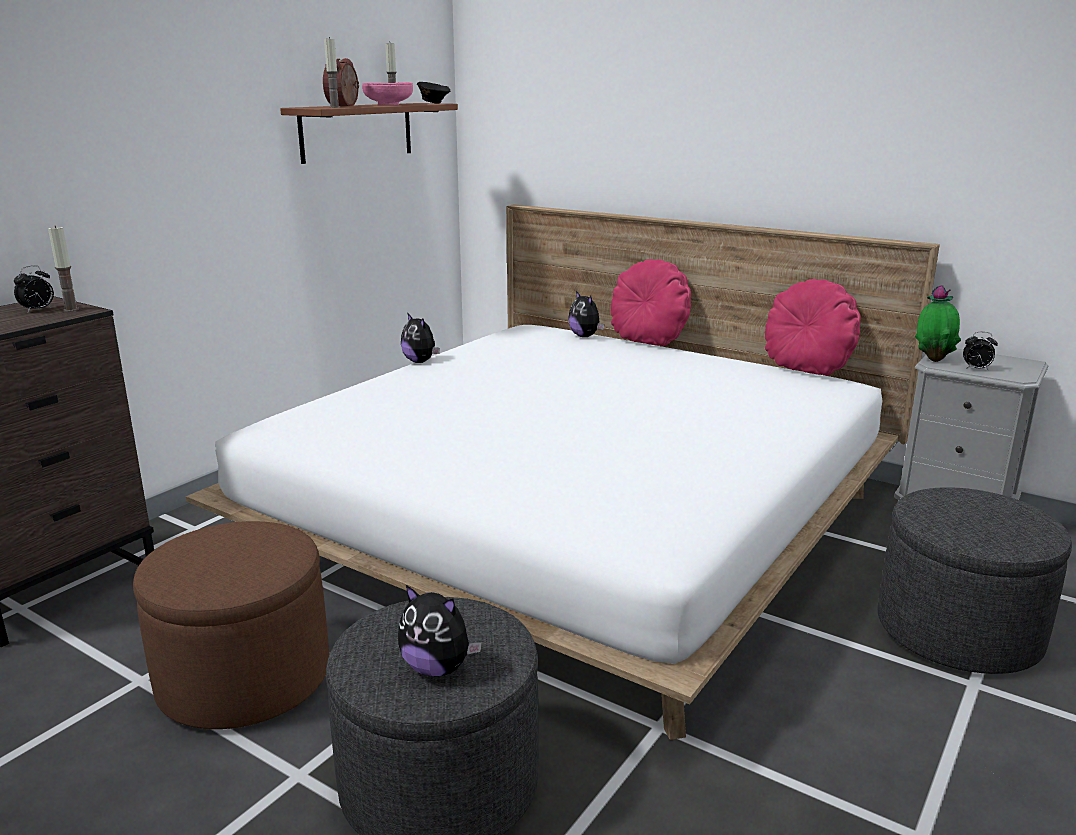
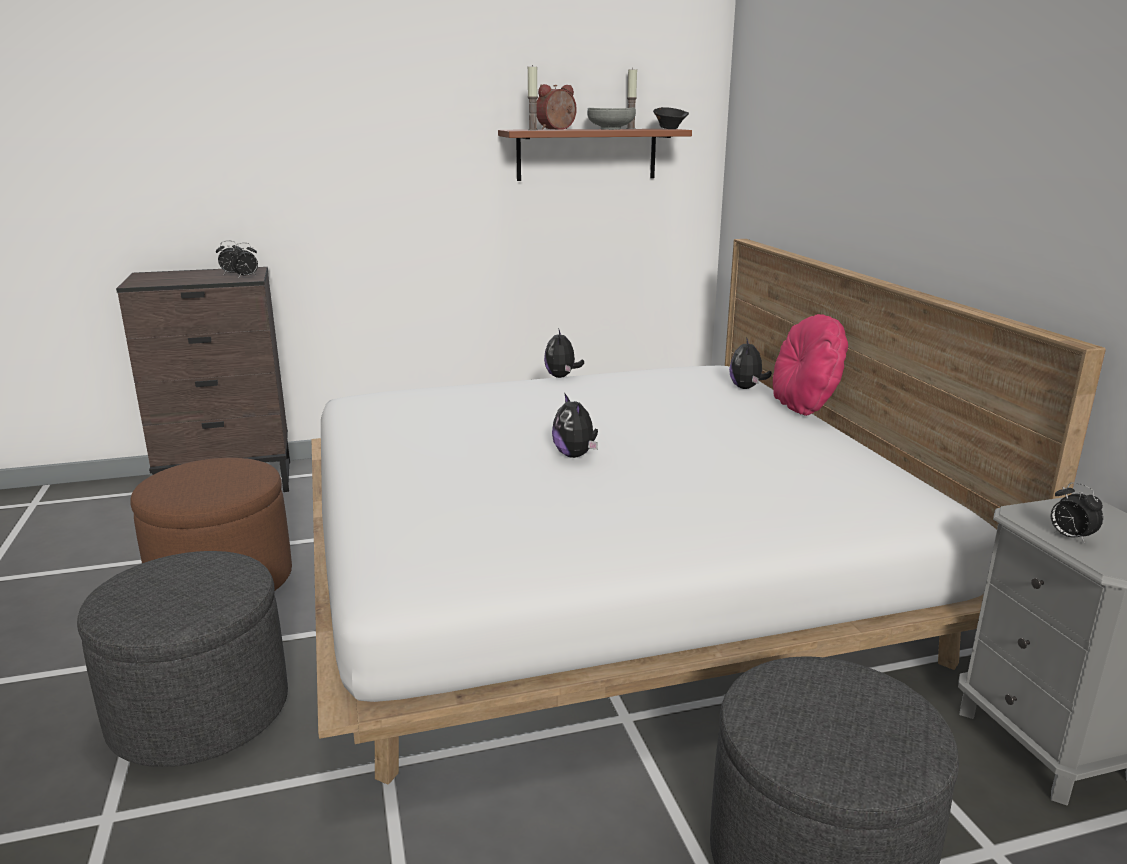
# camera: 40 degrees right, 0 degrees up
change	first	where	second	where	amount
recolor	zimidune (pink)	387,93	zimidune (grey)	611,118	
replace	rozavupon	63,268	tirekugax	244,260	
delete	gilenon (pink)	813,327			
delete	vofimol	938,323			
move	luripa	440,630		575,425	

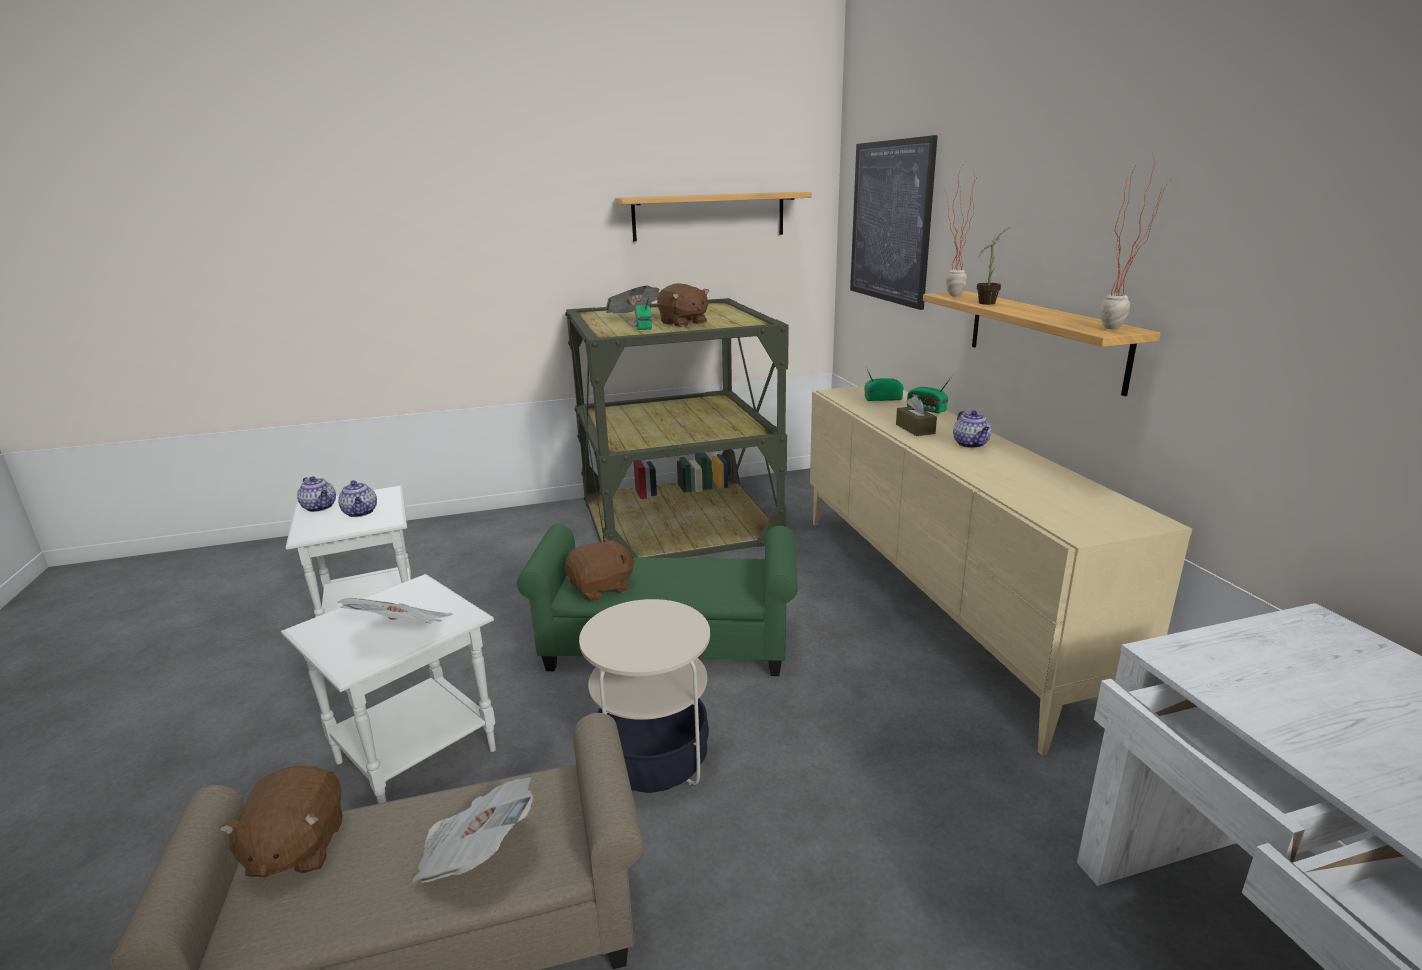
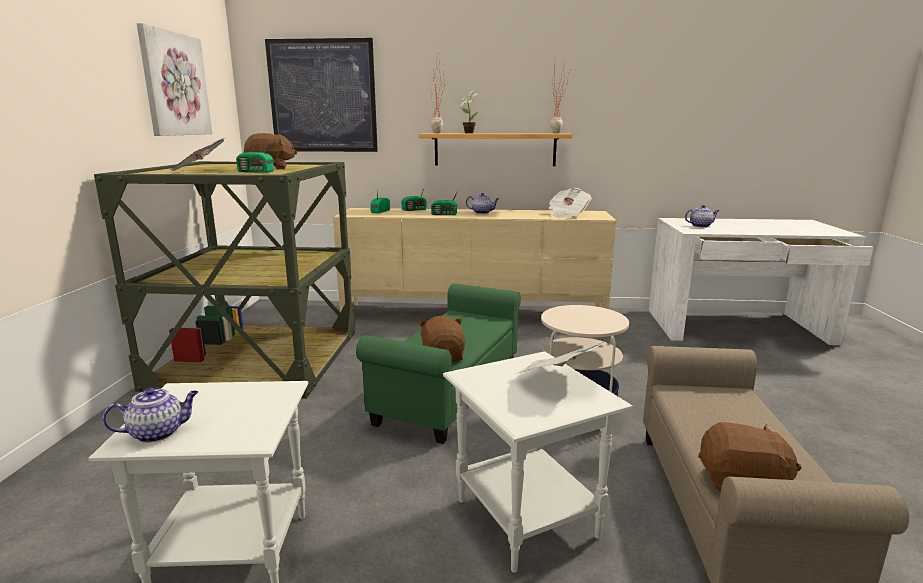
# camera: 70 degrees left, 5 degrees down
change	first	where	second	where	amount
replace	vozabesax	713,217	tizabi	174,79	
replace	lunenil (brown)	916,416	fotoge	445,202	
move	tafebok	357,498		702,216	
move	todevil	472,830		570,203	

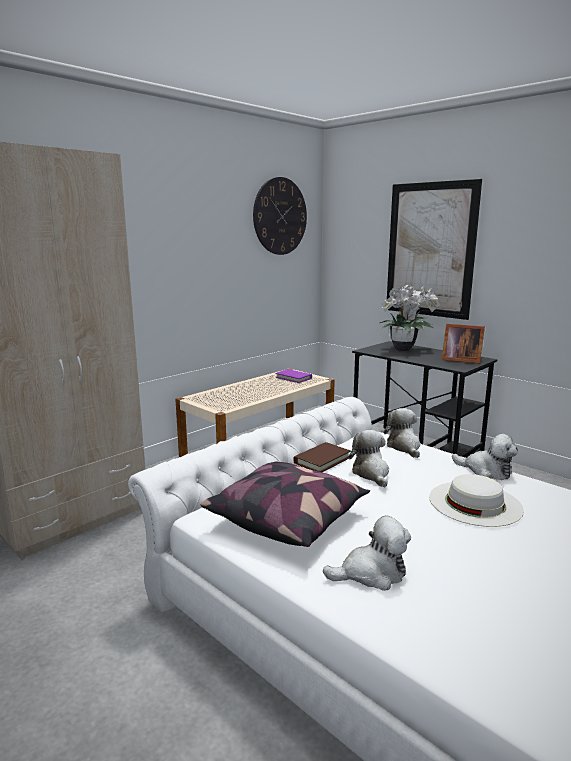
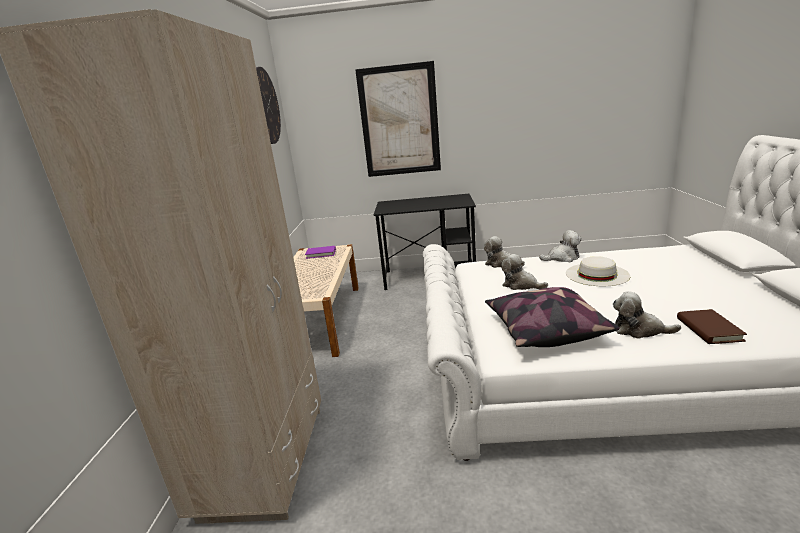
# camera: 40 degrees left, 5 degrees up
change	first	where	second	where	amount
delete	vofimol	410,317			
delete	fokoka	463,344			
move	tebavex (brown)	322,457		712,326	
rotate	luripa	367,553		647,315	105 degrees counterclockwise

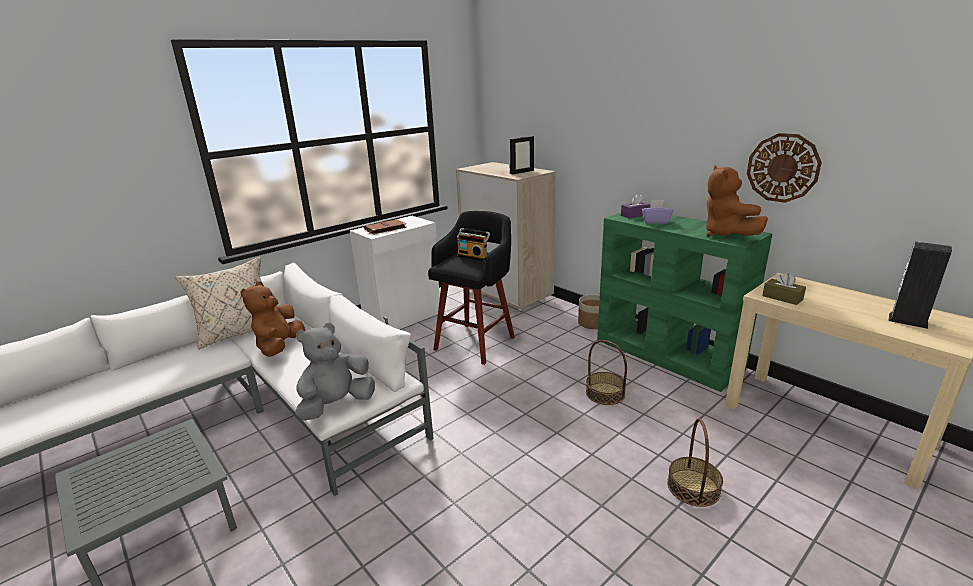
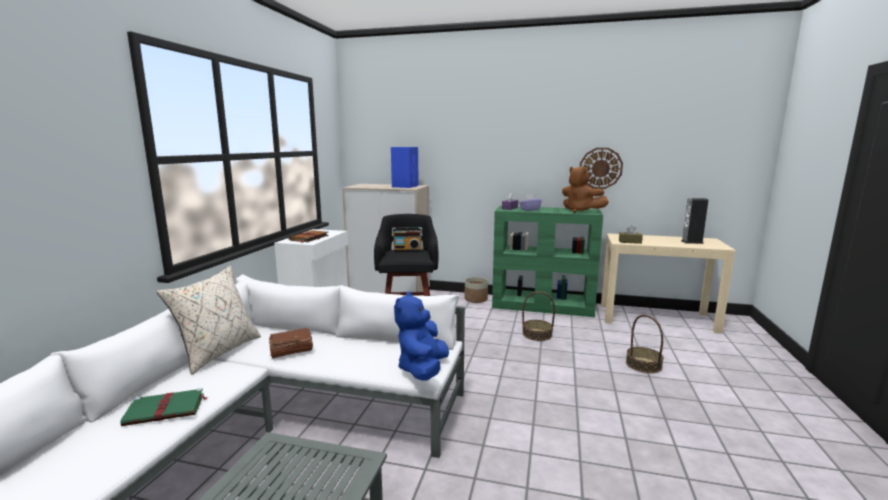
# camera: 35 degrees left, 10 degrees down
change	first	where	second	where	amount
replace	fokoka	522,155	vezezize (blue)	405,167	
replace	luripa (brown)	272,319	tebavex (brown)	291,343	
recolor	luripa (grey)	335,372	luripa (blue)	421,336	
insert			tebavex (green)	164,407	

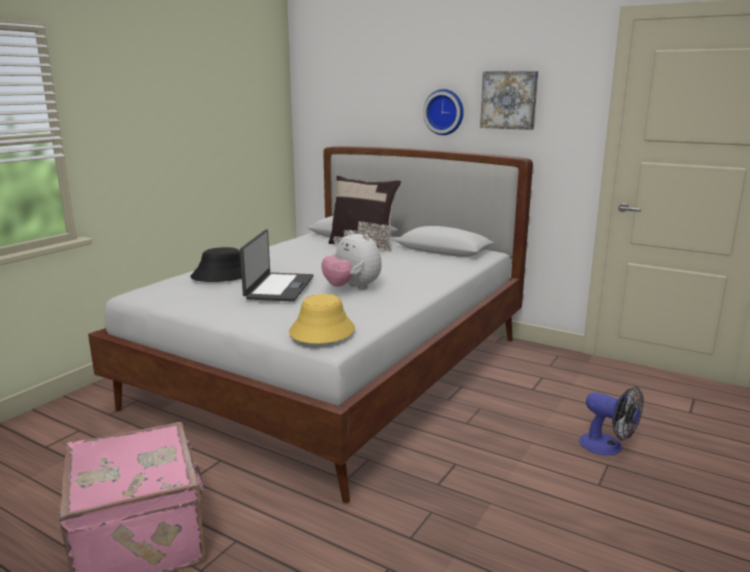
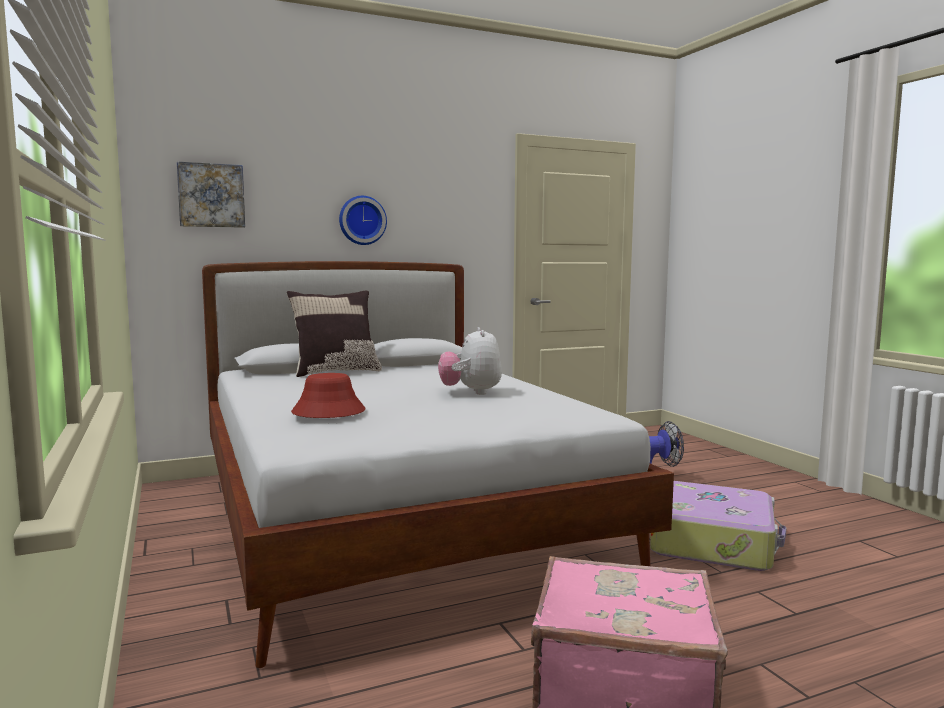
# camera: 55 degrees left, 10 degrees down
change	first	where	second	where	amount
move	tizabi	509,100		211,194	
delete	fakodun	276,265			
rotate	luripa	351,260		470,361	90 degrees clockwise
recolor	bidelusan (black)	216,264	bidelusan (red)	328,395	
delete	bidelusan (yellow)	322,319			
insert			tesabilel	718,526	

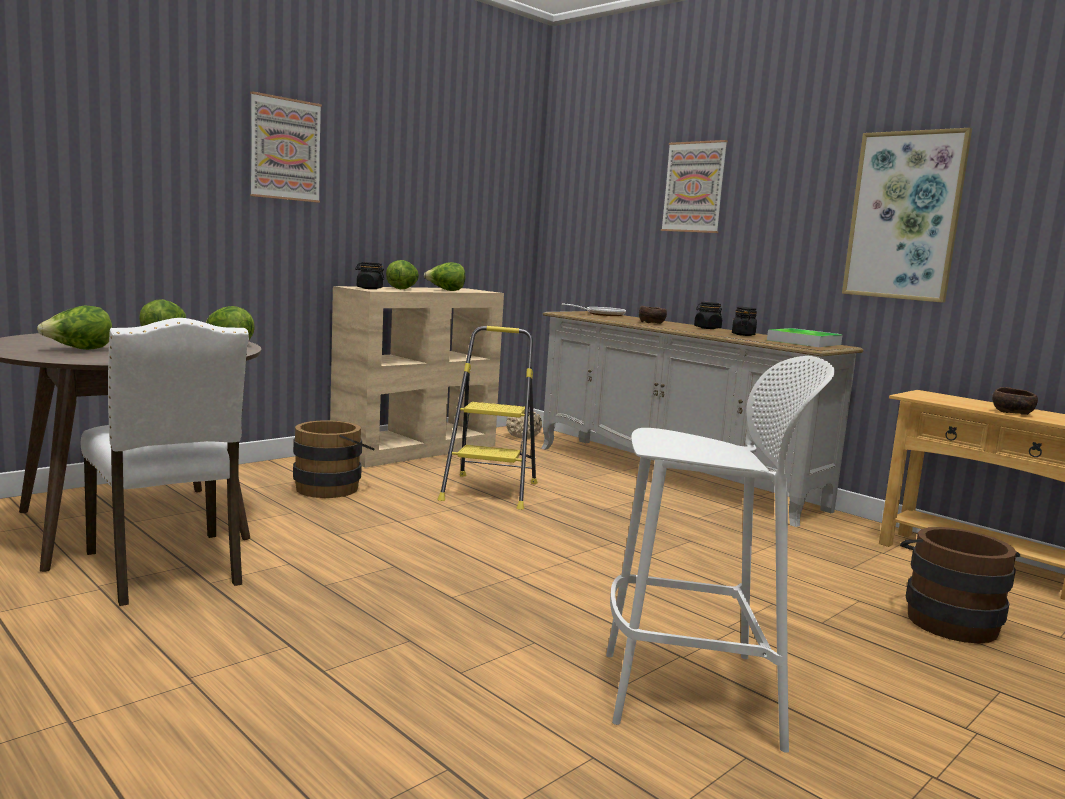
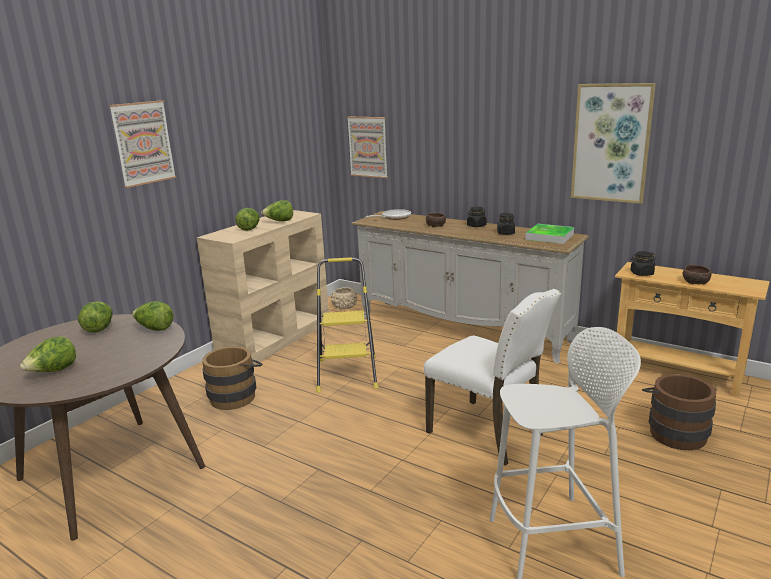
# camera: 10 degrees left, 10 degrees up
change	first	where	second	where	amount
move	tizabi	694,186		367,147	
move	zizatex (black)	370,275		642,263	
move	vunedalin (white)	165,462		492,377	

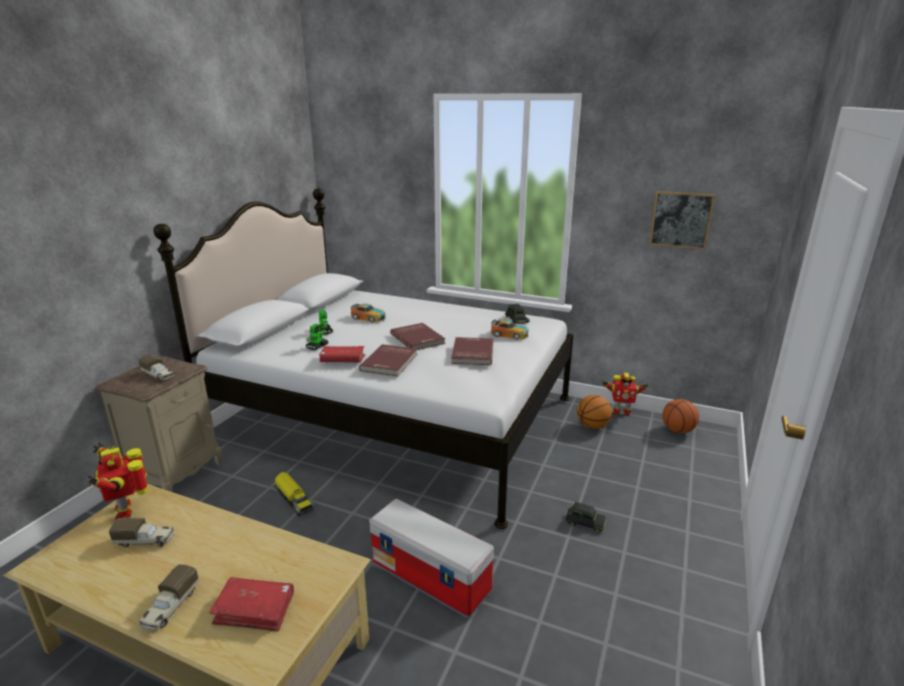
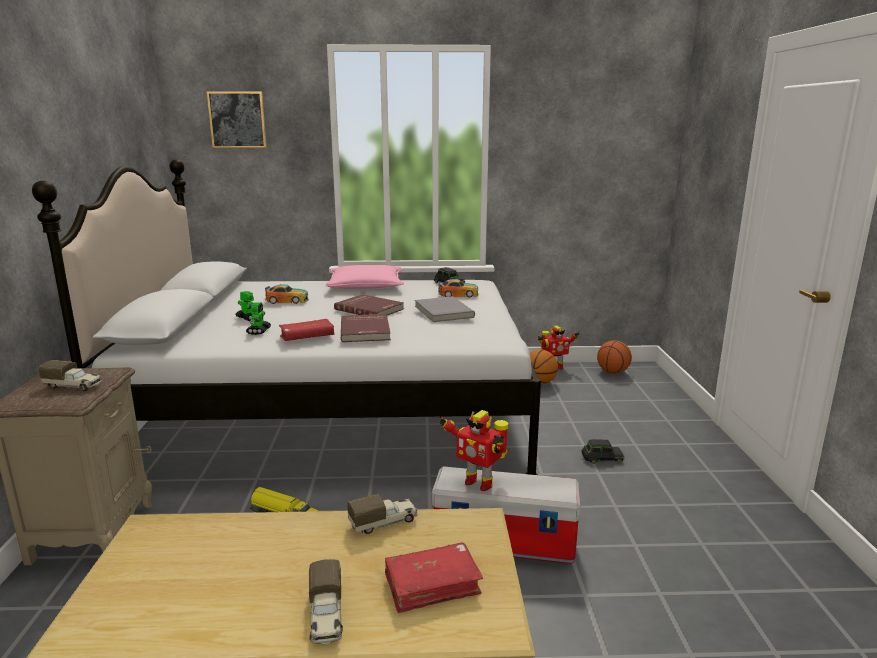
# camera: 25 degrees left, 5 degrees down
change	first	where	second	where	amount
move	tizabi	682,220		237,119	
recolor	tebavex (red)	472,351	tebavex (grey)	445,309	
move	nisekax	118,481		473,450	
move	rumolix	141,532		382,514	
insert			gilenon (pink)	364,277	

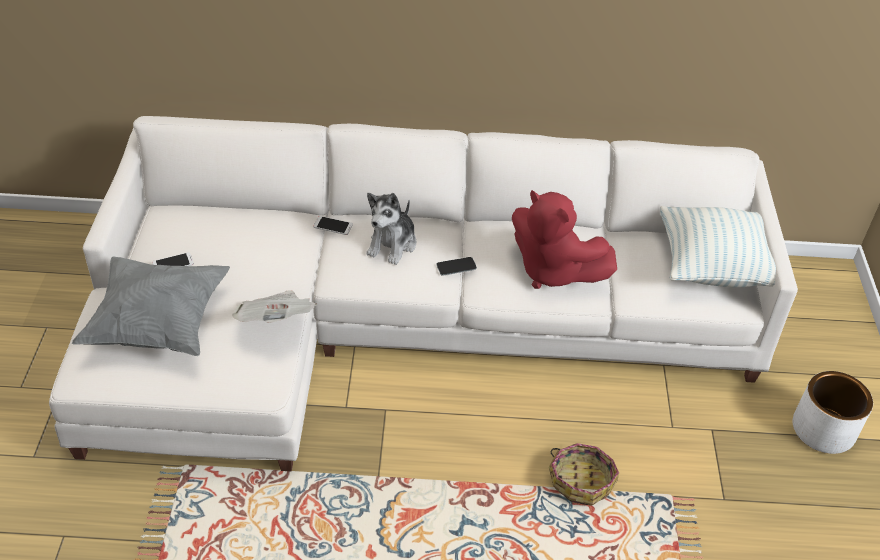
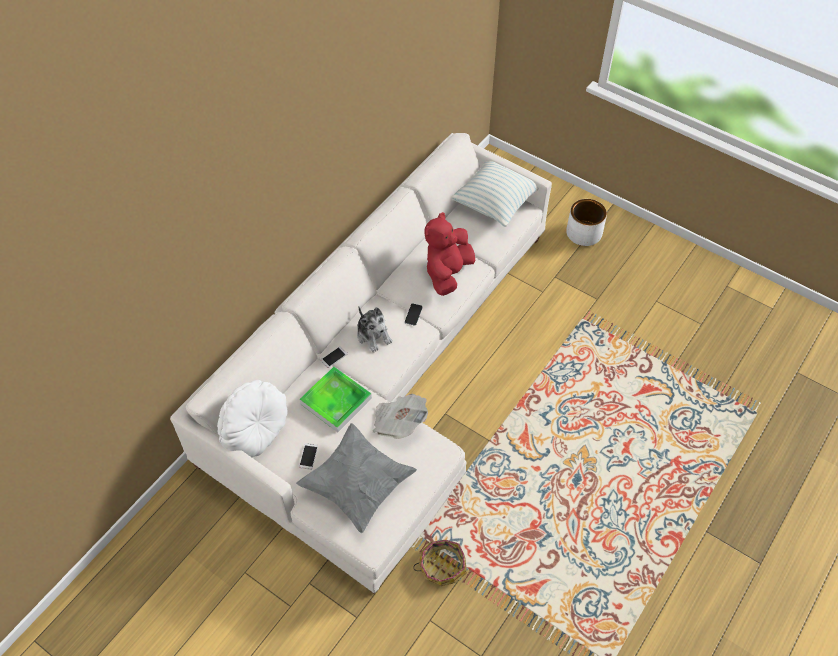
# camera: 55 degrees left, 10 degrees up
change	first	where	second	where	amount
rotate	luripa (red)	564,239		449,254	135 degrees clockwise
move	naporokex	584,474		440,563	
insert			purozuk	336,399	
insert			gilenon (white)	252,418	

